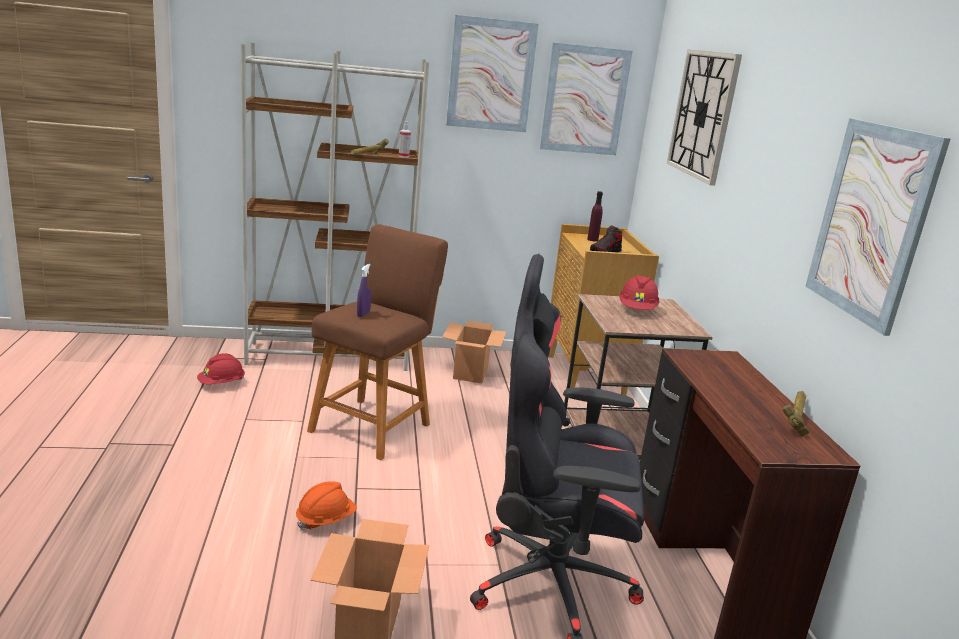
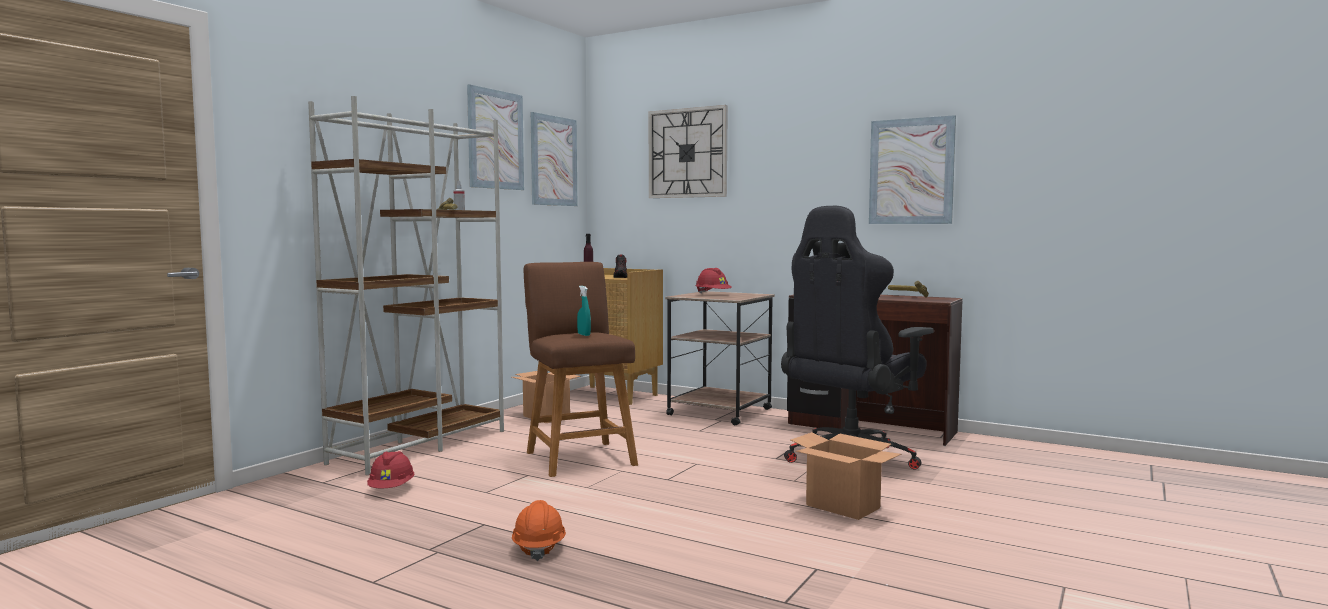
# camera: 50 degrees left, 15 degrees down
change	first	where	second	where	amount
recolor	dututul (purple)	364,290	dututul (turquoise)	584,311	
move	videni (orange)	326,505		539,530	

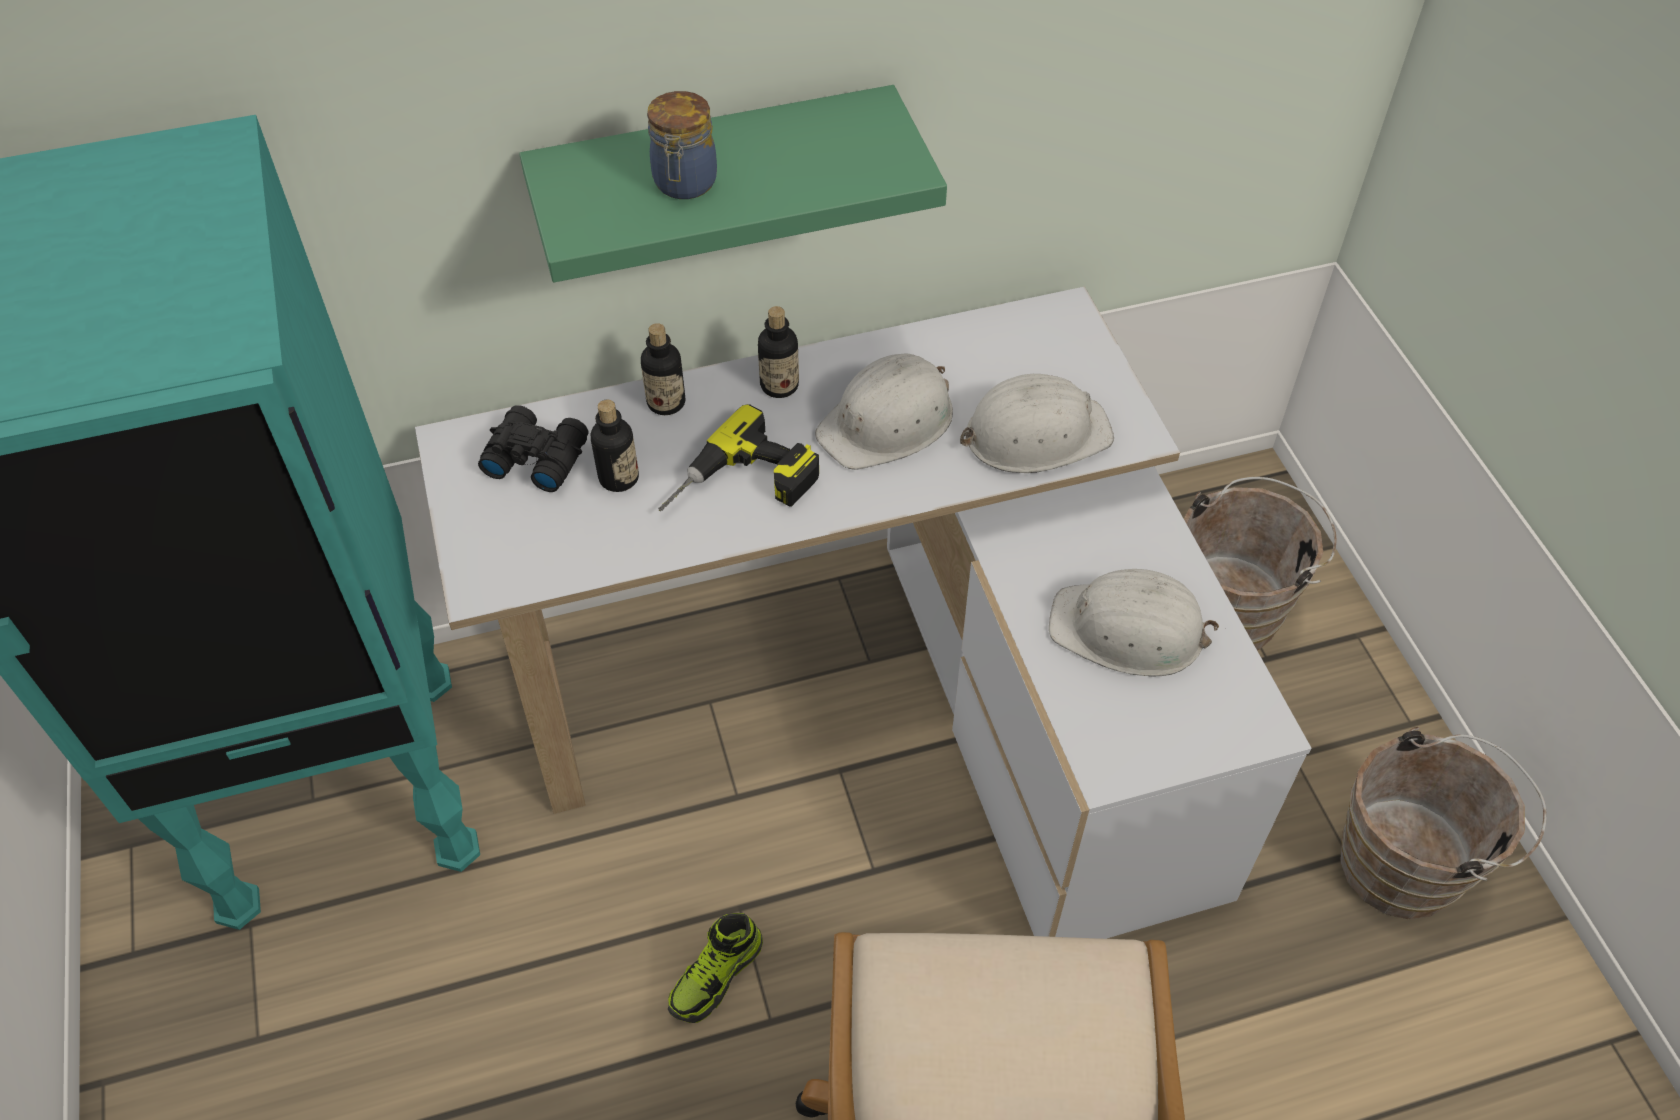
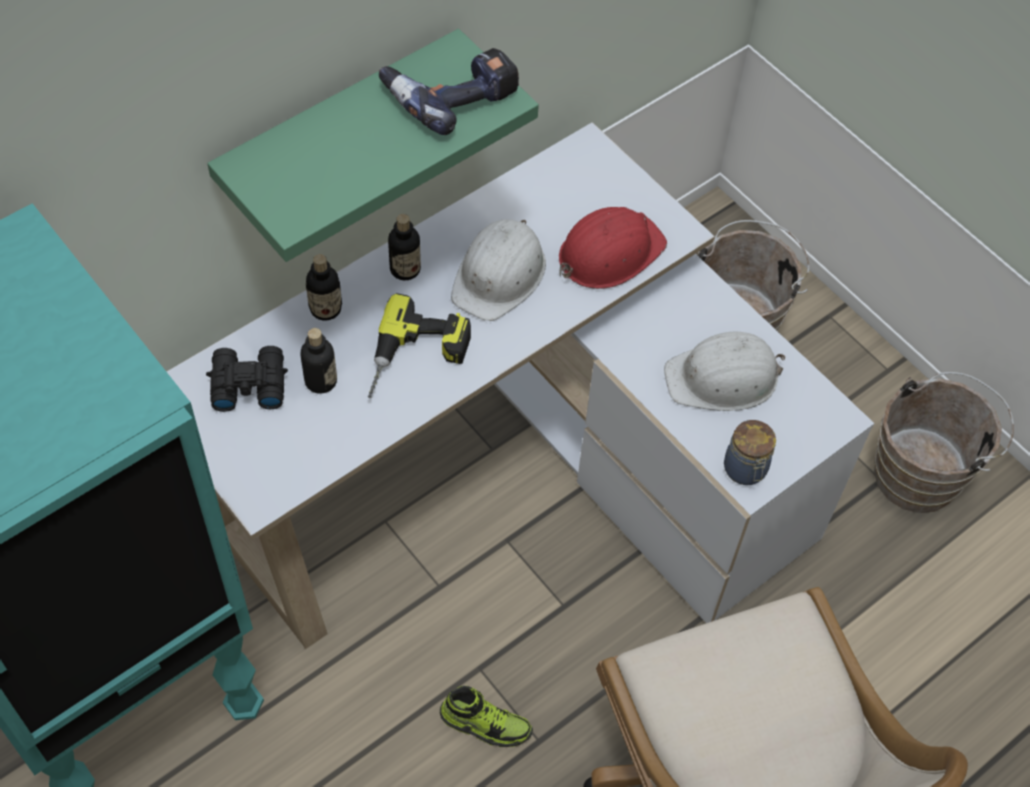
# camera: 25 degrees left, 5 degrees up
change	first	where	second	where	amount
move	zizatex	682,145		750,452	
recolor	videni (white)	1037,423	videni (red)	613,248	
rotate	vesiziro	715,968		486,716	90 degrees counterclockwise
insert			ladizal	449,91	

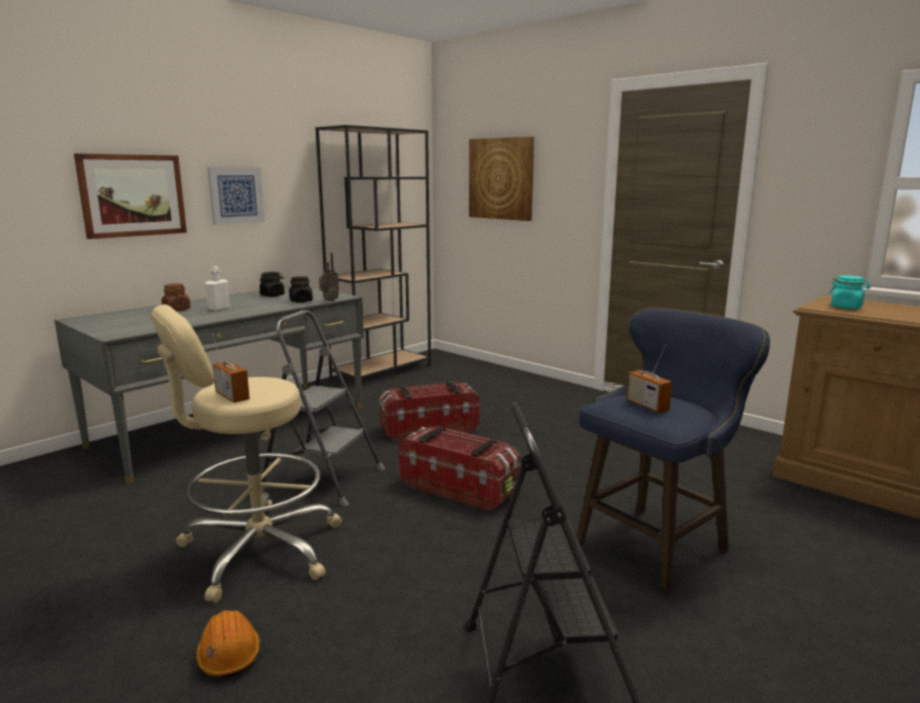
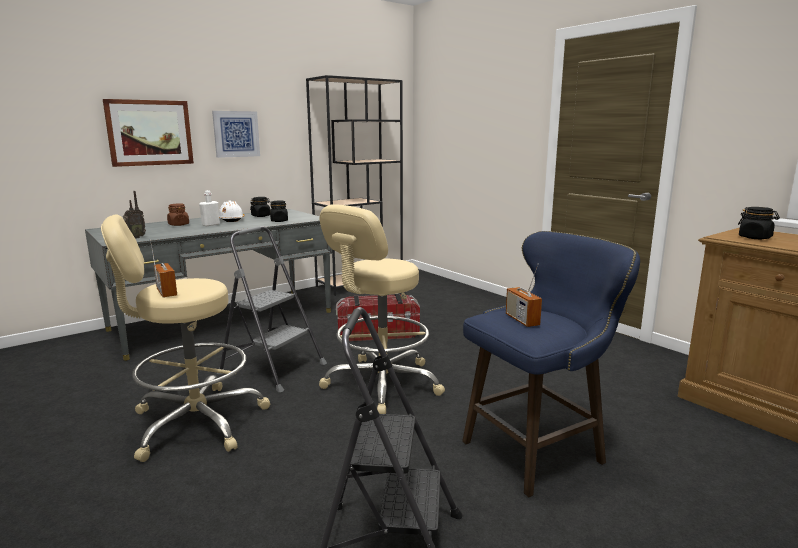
# camera: 10 degrees right, 0 degrees up
change	first	where	second	where	amount
delete	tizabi	501,178			
move	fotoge	329,277		134,214	
recolor	zizatex (turquoise)	849,292	zizatex (black)	759,223	
replace	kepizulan	459,469	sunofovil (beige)	382,309	
delete	videni (orange)	228,643			
insert			videni (white)	232,211	

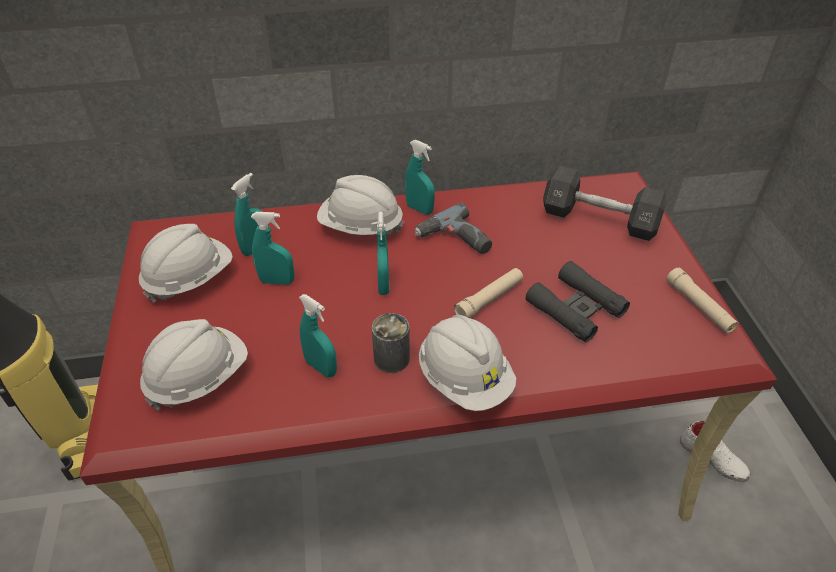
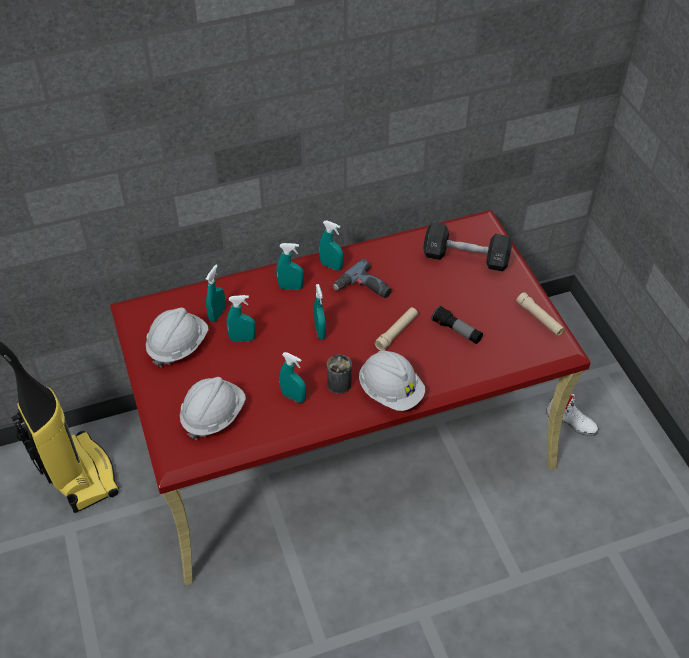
# camera: 10 degrees left, 5 degrees up
change	first	where	second	where	amount
replace	videni (white)	360,205	dututul (turquoise)	290,266	
replace	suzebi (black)	578,301	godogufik	457,325	

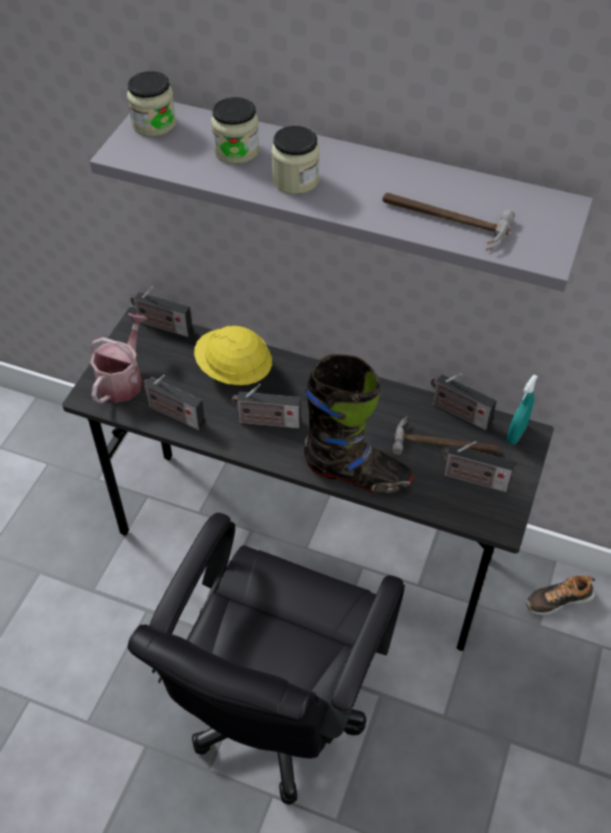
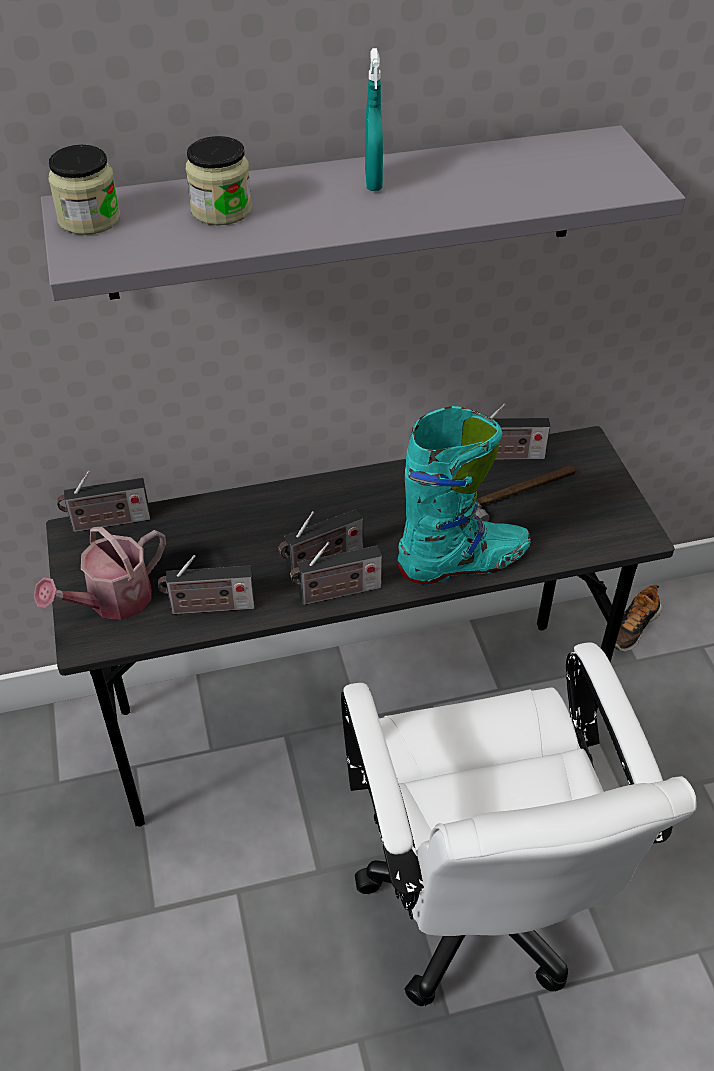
# camera: 35 degrees left, 5 degrees down
change	first	where	second	where	amount
delete	zizatex	295,160			
delete	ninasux	448,222			
rotate	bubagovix	118,358		100,573	120 degrees counterclockwise
delete	videni (yellow)	233,355			
recolor	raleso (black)	358,423	raleso (turquoise)	464,495	
move	dututul (turquoise)	522,410		374,119	
move	fotoge	478,466		336,573	
recolor	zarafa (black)	266,658	zarafa (white)	519,824	

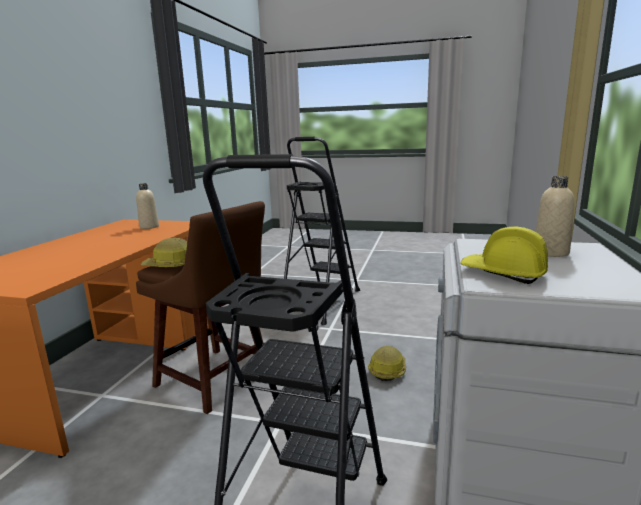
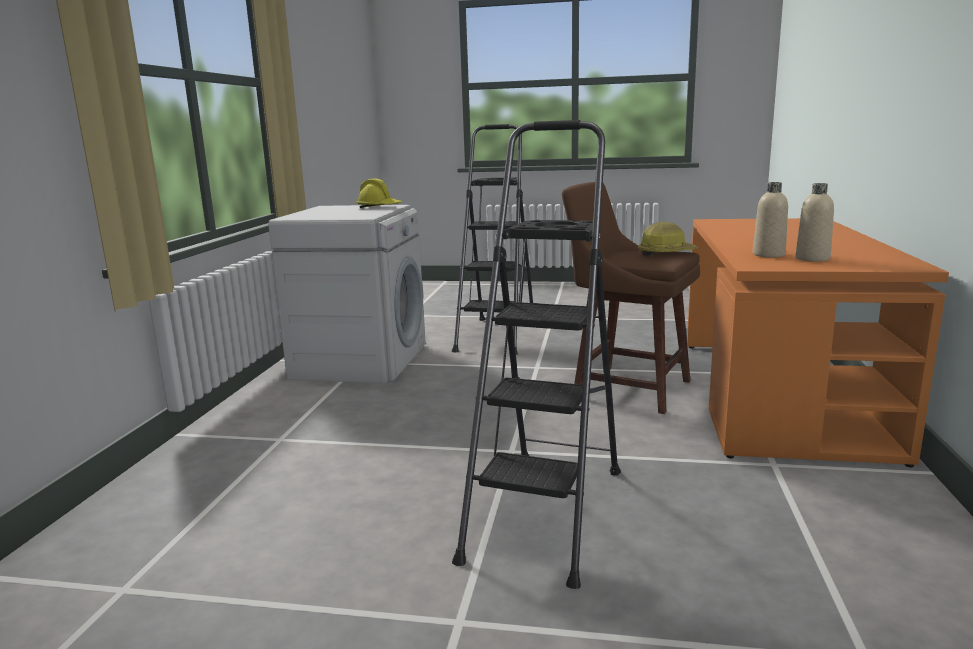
# camera: 175 degrees right, 0 degrees up
change	first	where	second	where	amount
move	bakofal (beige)	555,216		770,220	
delete	videni	387,363			

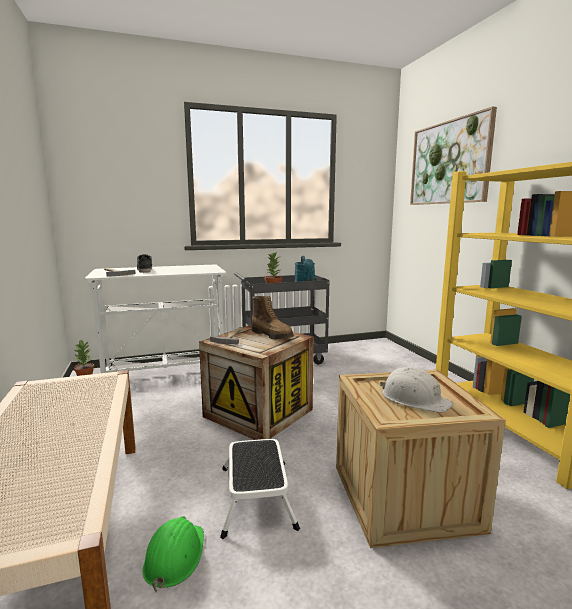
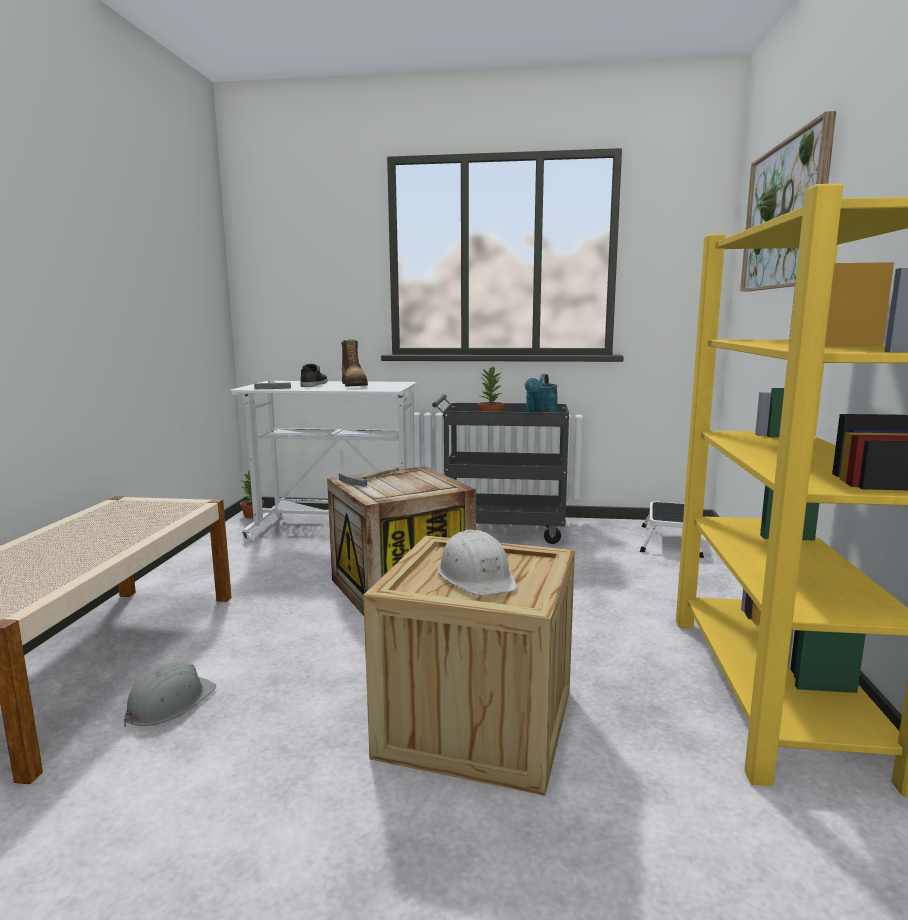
# camera: 25 degrees right, 0 degrees up
change	first	where	second	where	amount
move	raleso	273,317		354,363	
move	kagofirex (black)	260,489		672,530	
recolor	videni (green)	173,554	videni (grey)	170,695	

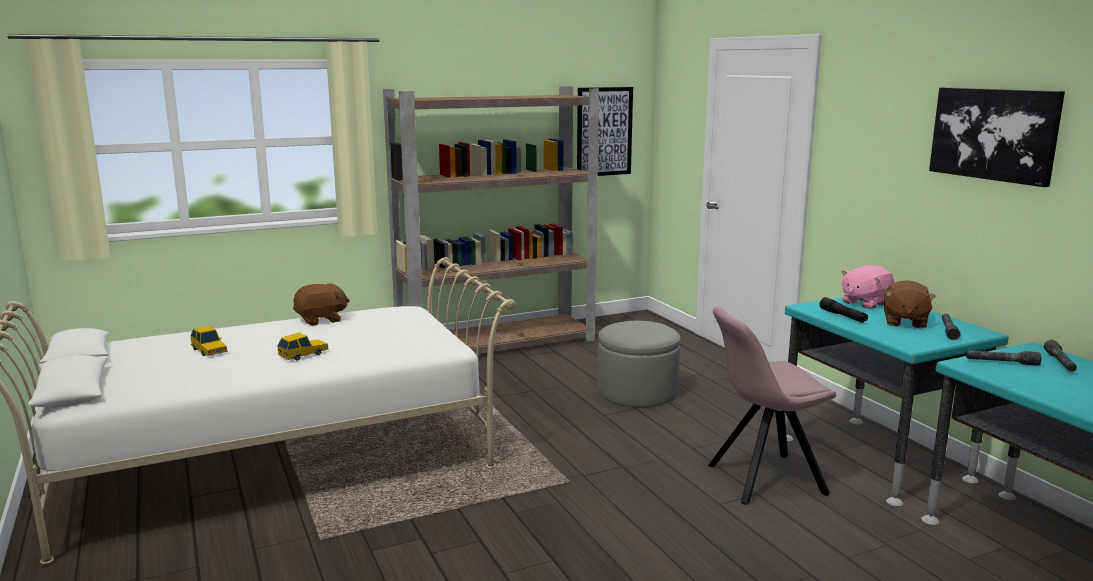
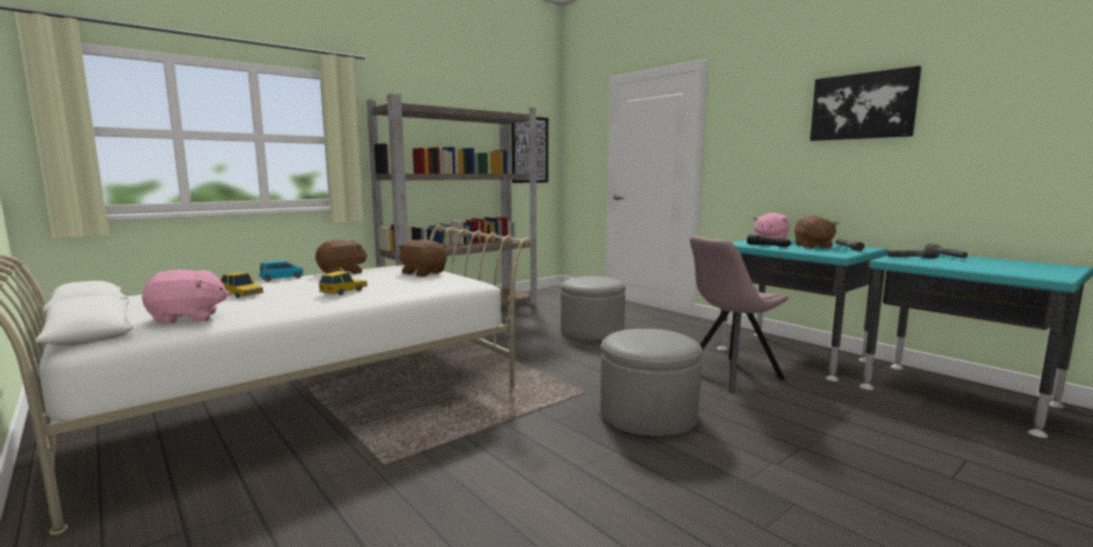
# camera: 15 degrees left, 5 degrees down
change	first	where	second	where	amount
insert			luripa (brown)	422,258	
insert			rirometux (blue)	281,271	
insert			luripa (pink)	186,297	
insert			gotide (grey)	651,382	

